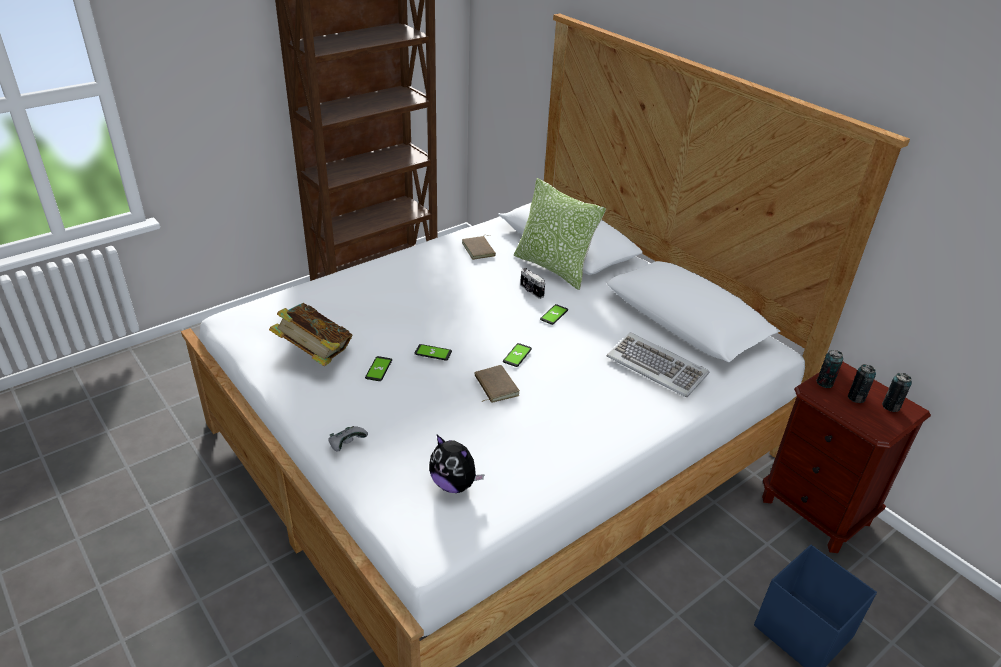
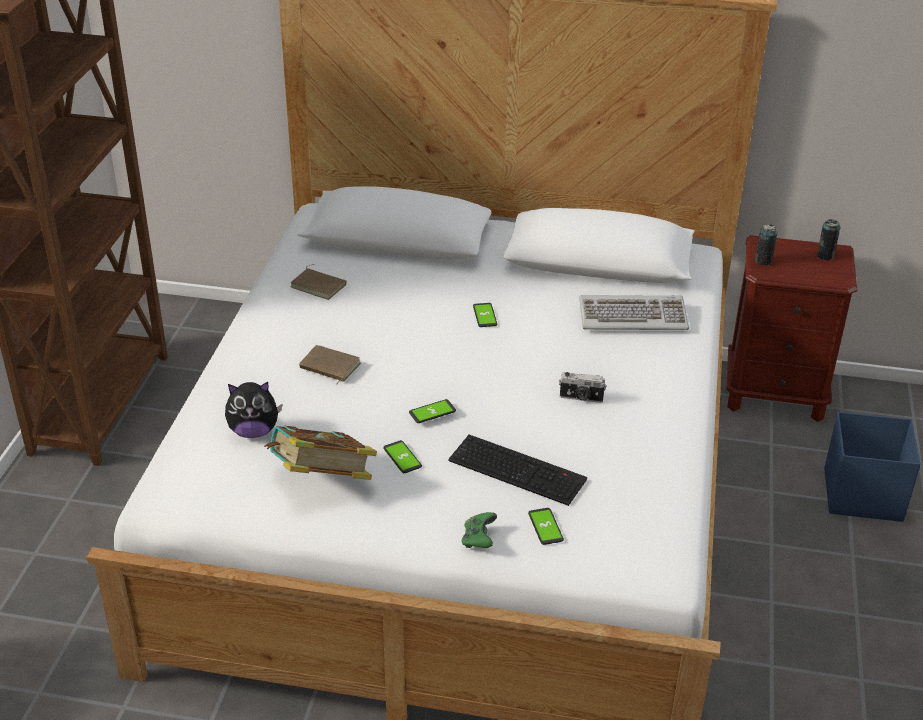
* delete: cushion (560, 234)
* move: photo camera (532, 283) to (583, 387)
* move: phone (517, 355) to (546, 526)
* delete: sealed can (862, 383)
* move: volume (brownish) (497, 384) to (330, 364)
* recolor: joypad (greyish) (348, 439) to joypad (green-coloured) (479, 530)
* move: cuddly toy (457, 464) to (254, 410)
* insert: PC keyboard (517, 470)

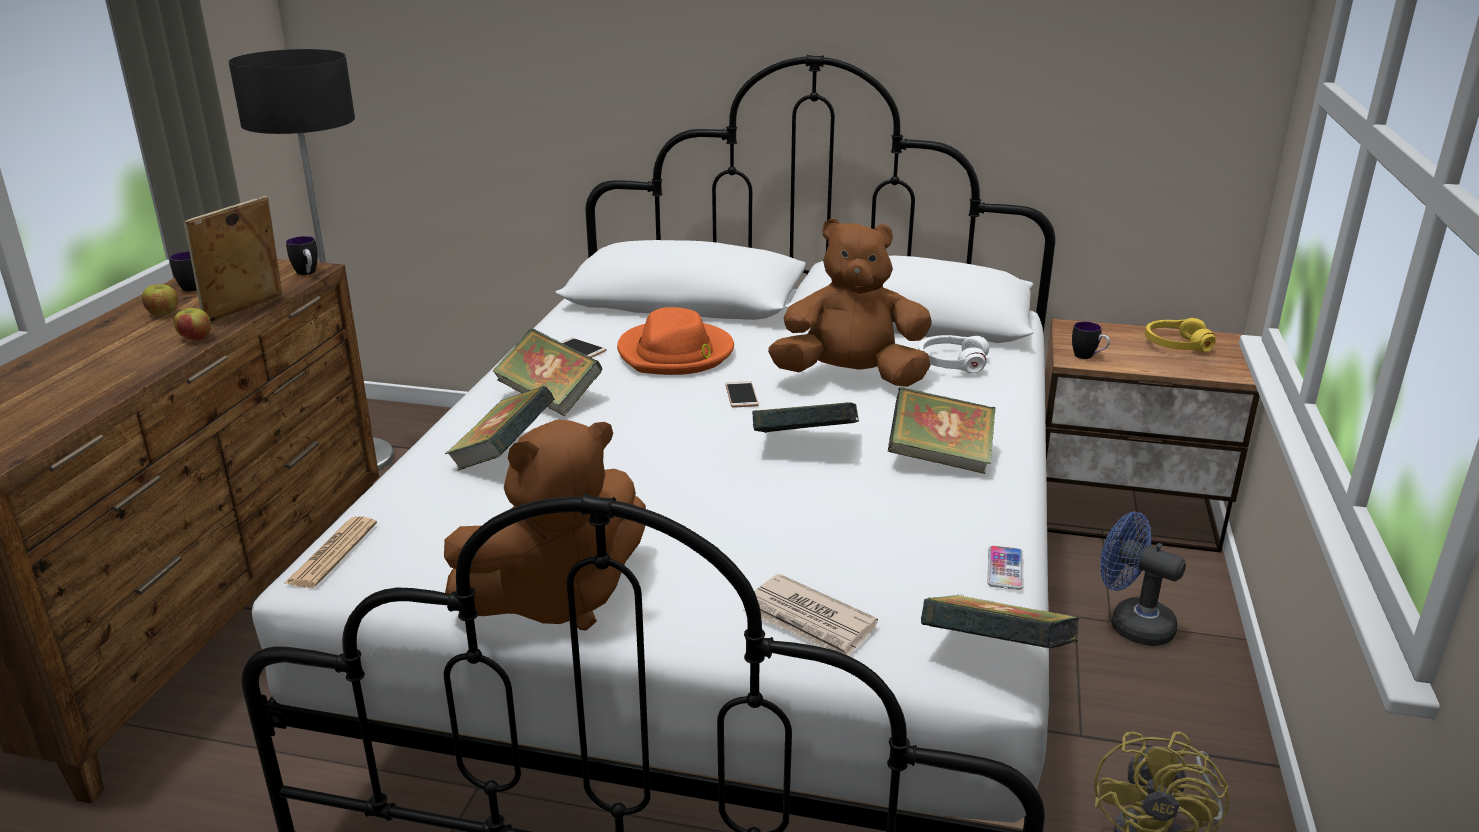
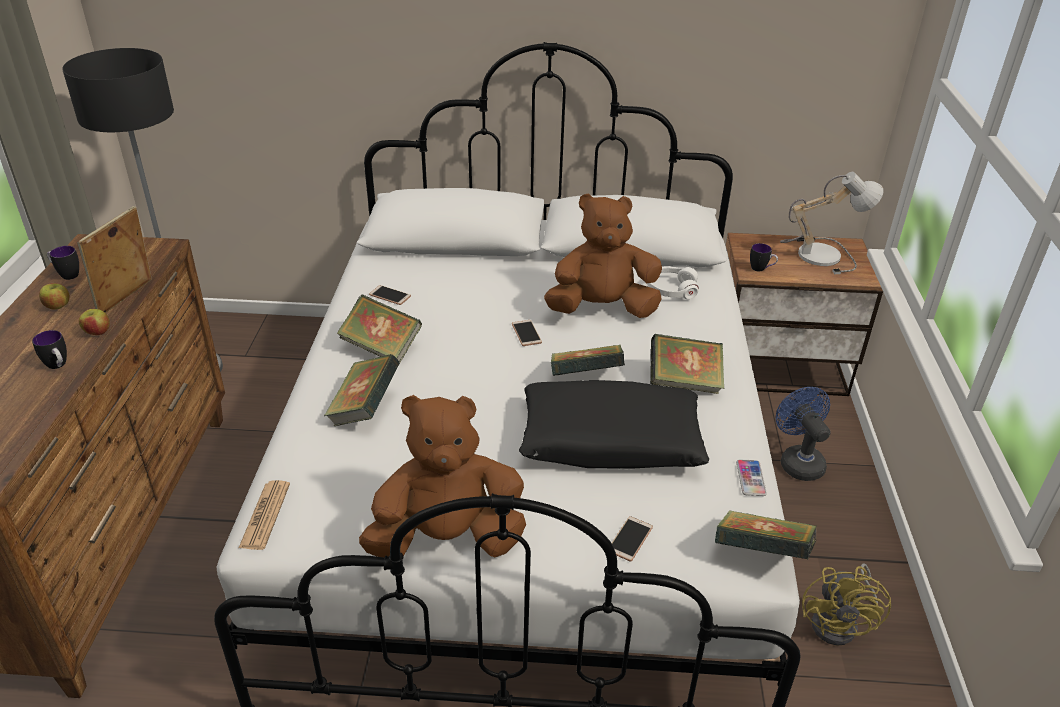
* move: mug (302, 255) to (49, 349)
* delete: hat (orange-coloured) (675, 341)
* replace: headset (yellow) (1180, 335) to lamp for a table (832, 223)
* rotate: cuddly toy (brownish) (545, 525) = (442, 476) 150 degrees counterclockwise
* rotate: fan (blue) (1143, 579) = (803, 434) 45 degrees clockwise
* replace: printed paper (810, 615) to phone (632, 539)
* insert: cushion (black-coloured) (614, 424)

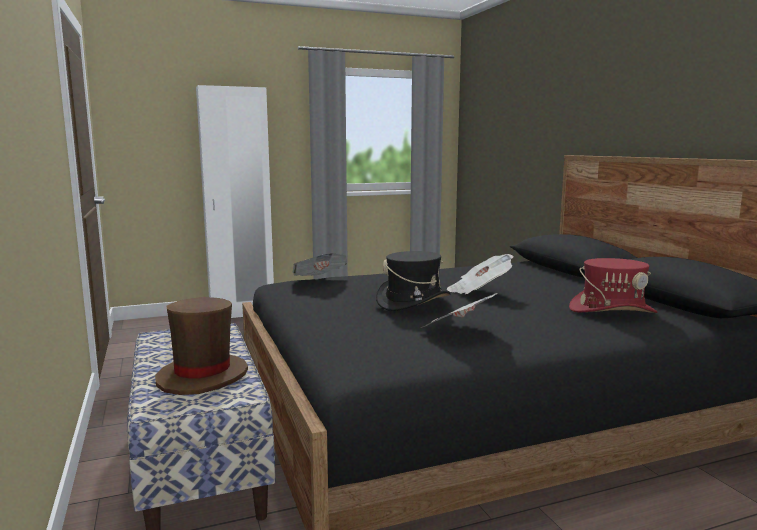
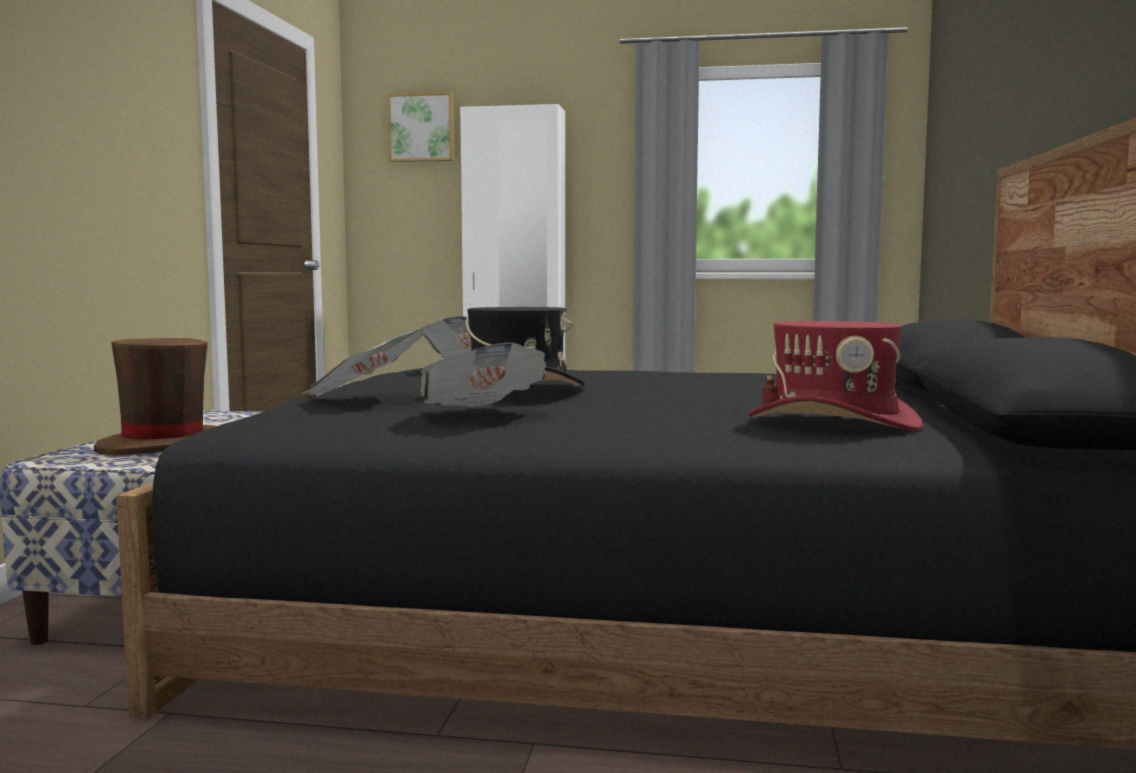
* move: printed paper (480, 274) to (362, 362)
* insert: wall picture (421, 127)

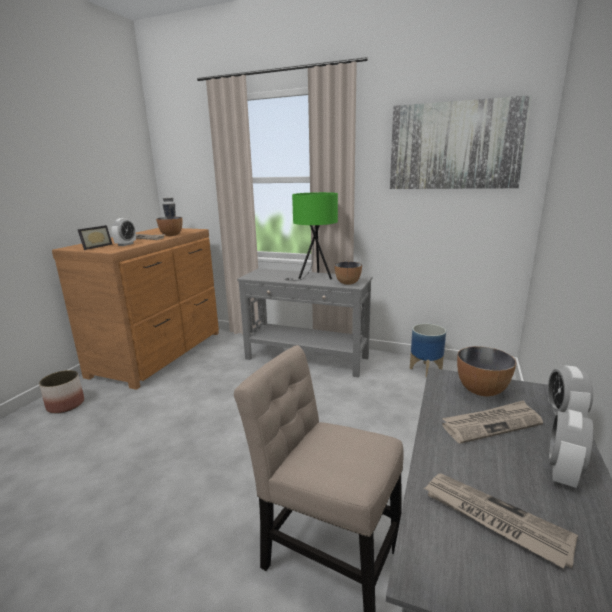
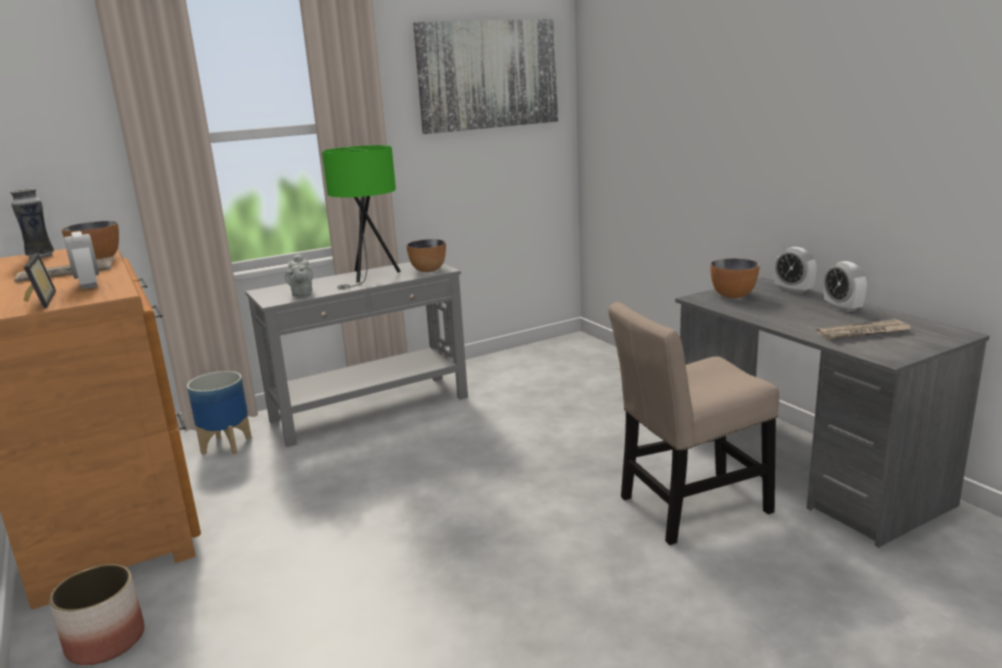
* move: planter (428, 350) to (219, 413)
* delete: printed paper (492, 422)
* insert: tea pot (greyish) (299, 275)

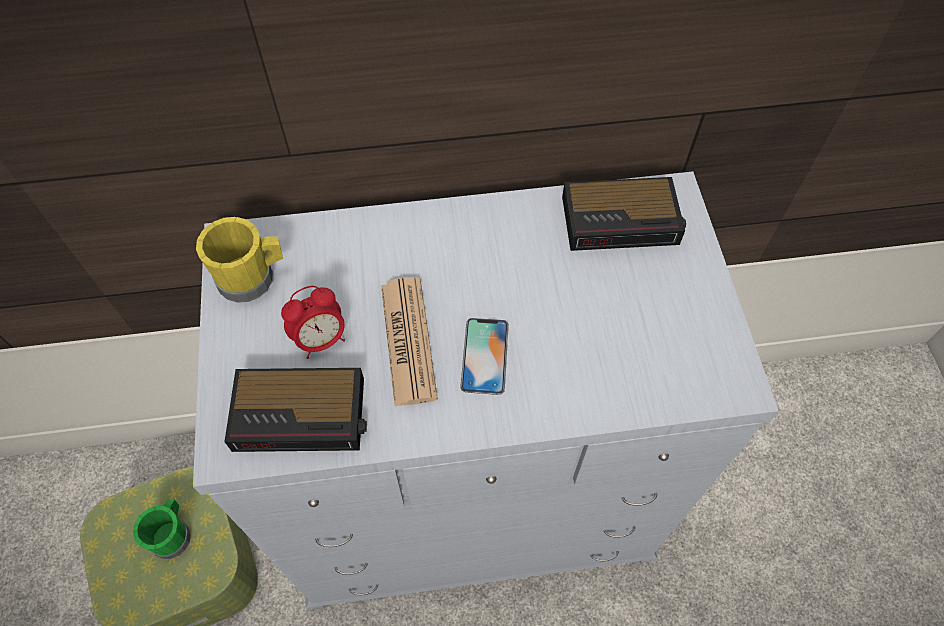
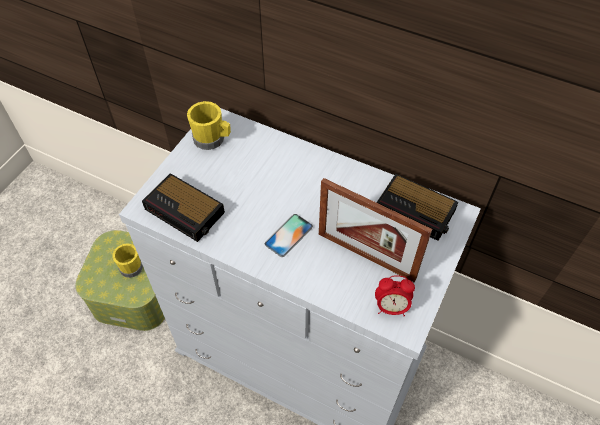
* delete: printed paper (409, 341)
* move: alarm clock (313, 322) to (395, 296)
* recolor: mug (green-coloured) (162, 528) to mug (yellow) (128, 260)
* insert: photo frame (375, 230)

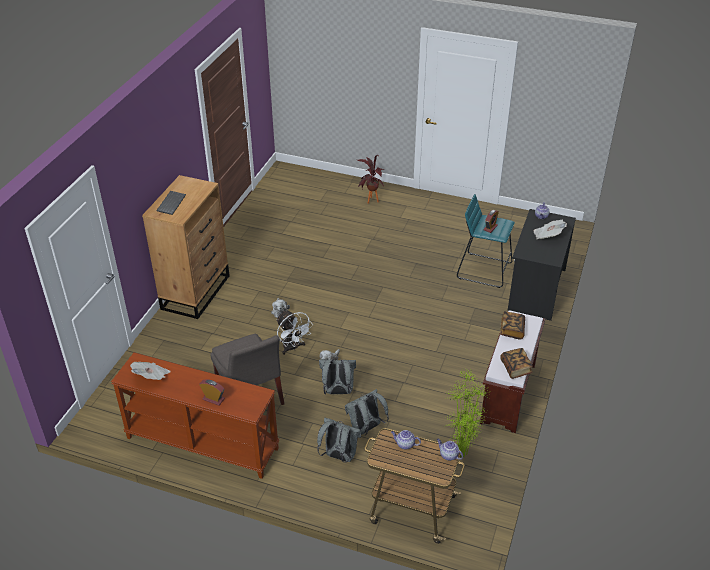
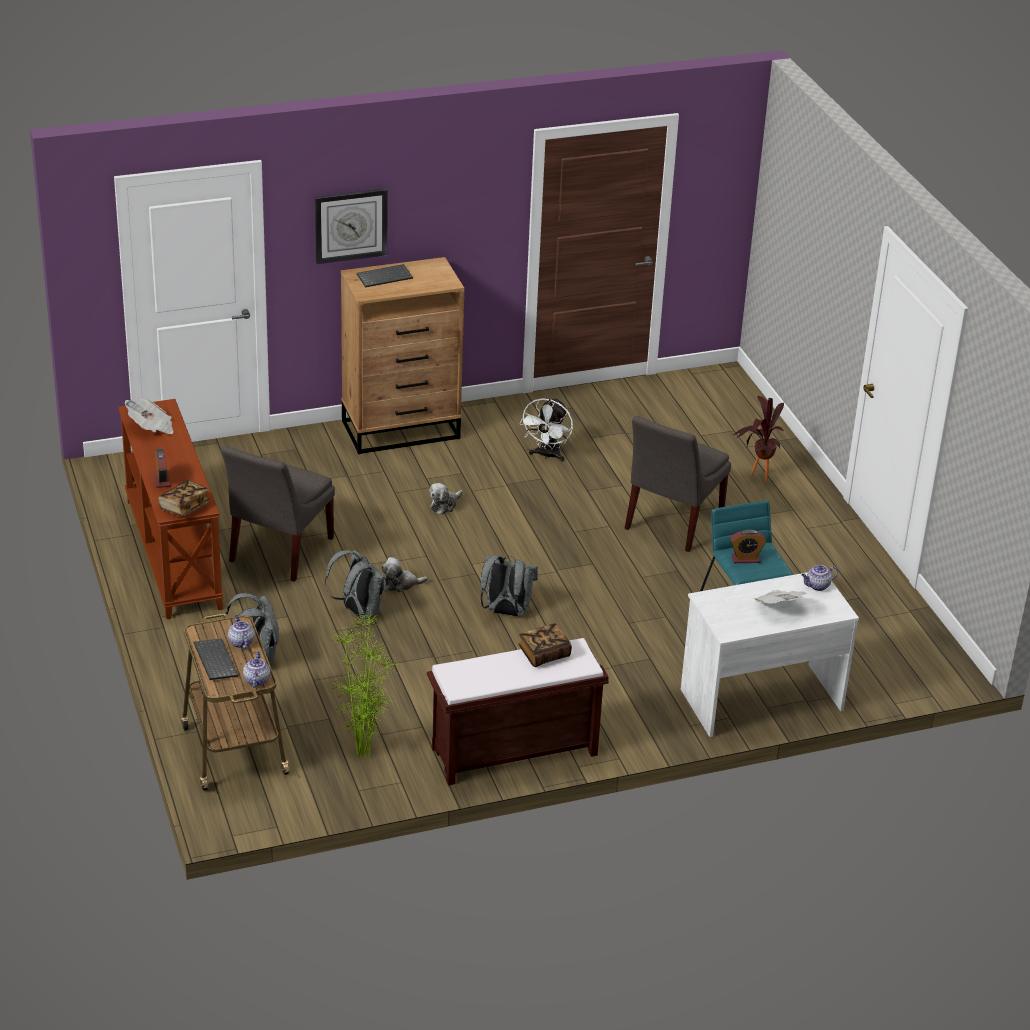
* recolor: desk unit (black-coloured) (542, 265) to desk unit (whitish) (770, 654)
* move: fan (whitish) (294, 333) to (546, 430)
* move: volume (516, 363) to (184, 498)
* move: knapsack (greyish) (367, 412) to (509, 586)
* insert: clock on the wall (351, 226)
* insert: upright chair (greyish) (677, 484)
* insert: PC keyboard (216, 659)

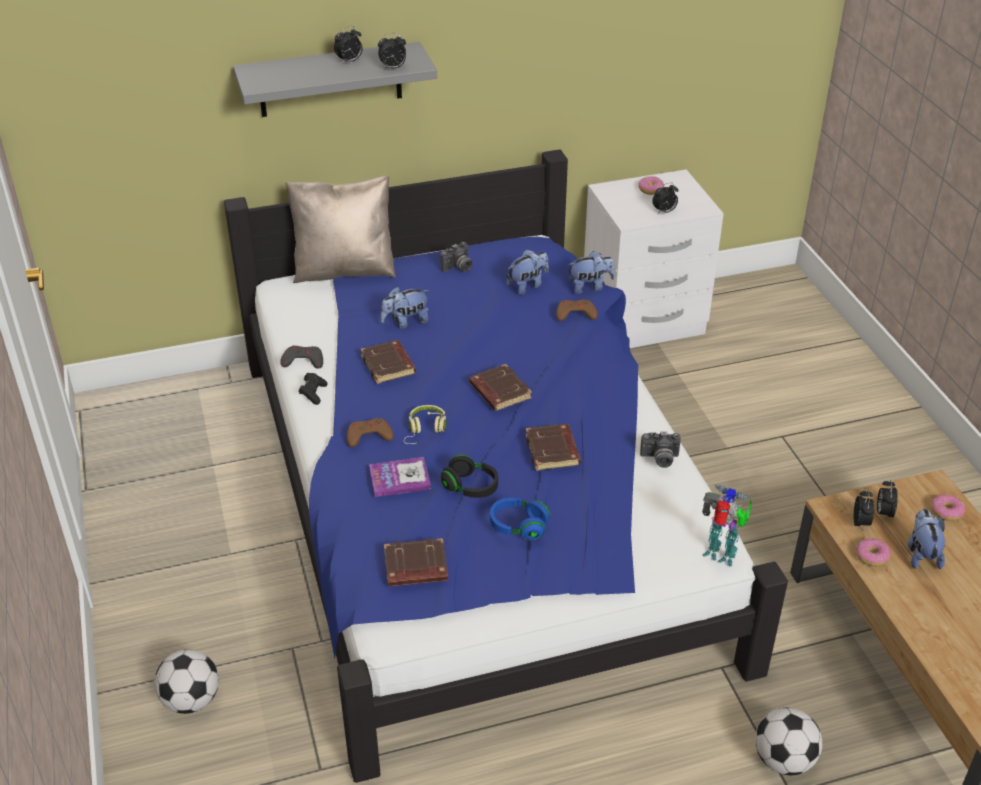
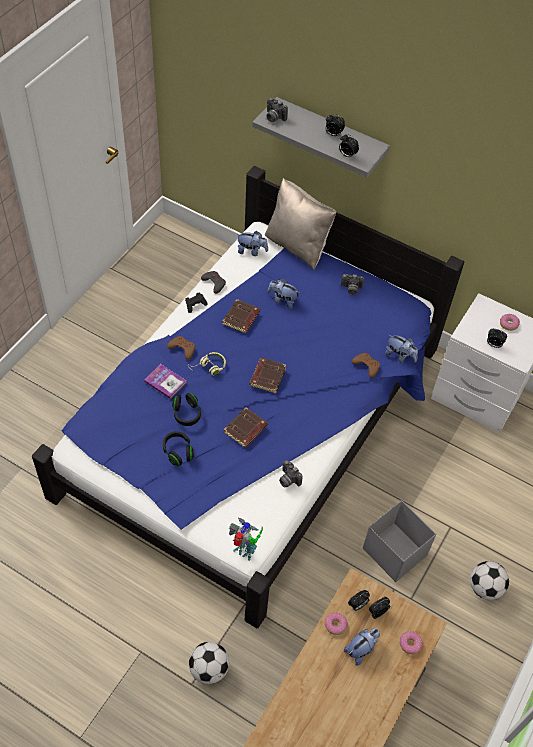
* move: cuddly toy (527, 272) to (252, 243)
* rotate: model robot (726, 525) = (246, 539) 45 degrees counterclockwise
* recolor: headset (blue) (520, 519) to headset (black-coloured) (178, 448)
* delete: volume (brownish) (416, 562)
* move: football ball (186, 681) to (489, 580)
* insert: photo camera (277, 110)
* insert: storage box (greyish) (399, 541)

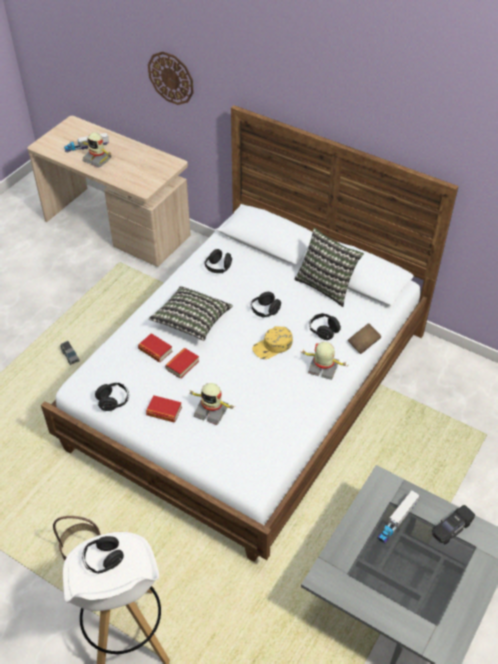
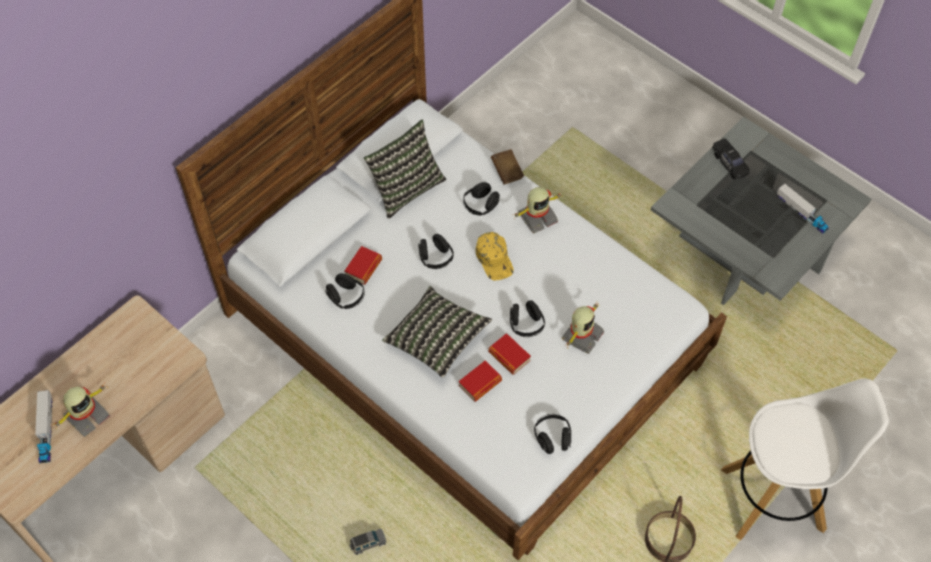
* delete: clock on the wall (171, 78)
* rotate: model robot (324, 361) = (538, 210) 150 degrees counterclockwise
* move: volume (164, 408) to (363, 265)
* move: model truck (398, 517) to (803, 209)
* move: headset (black-coloured) (103, 555) to (527, 318)

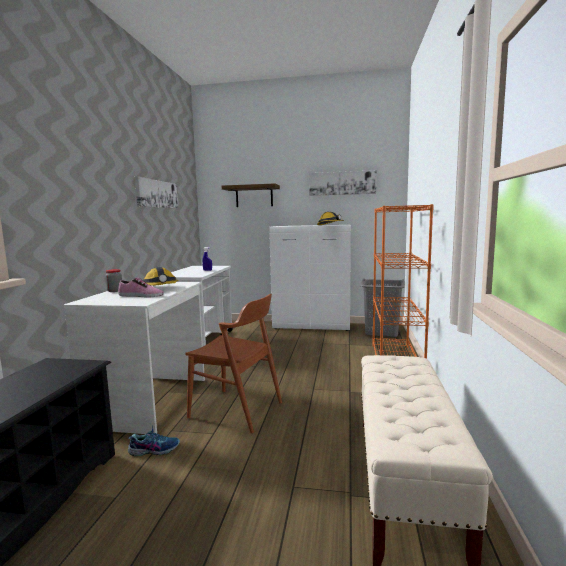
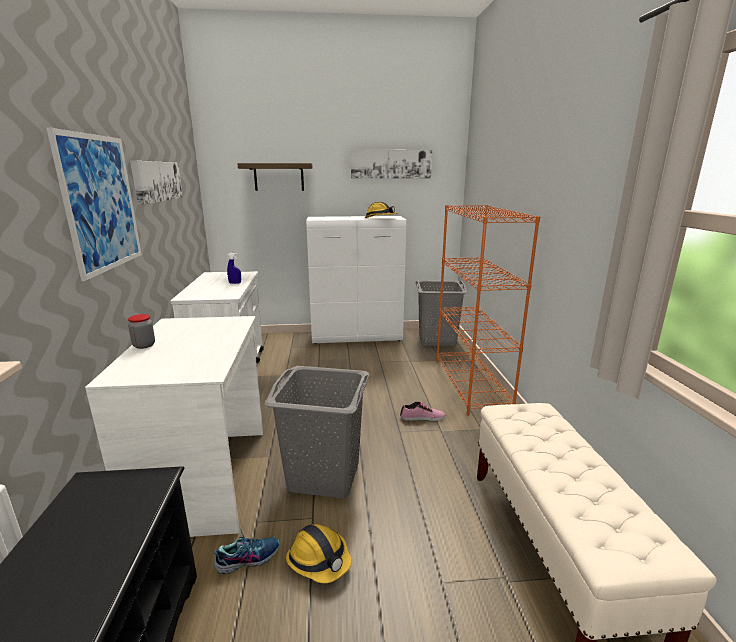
* move: safety helmet (160, 276) to (319, 553)
* move: item of footwear (141, 287) to (423, 411)
* replace: upright chair (brownish) (233, 363) to laundry basket (greyish) (317, 432)
* insert: wall picture (94, 204)

